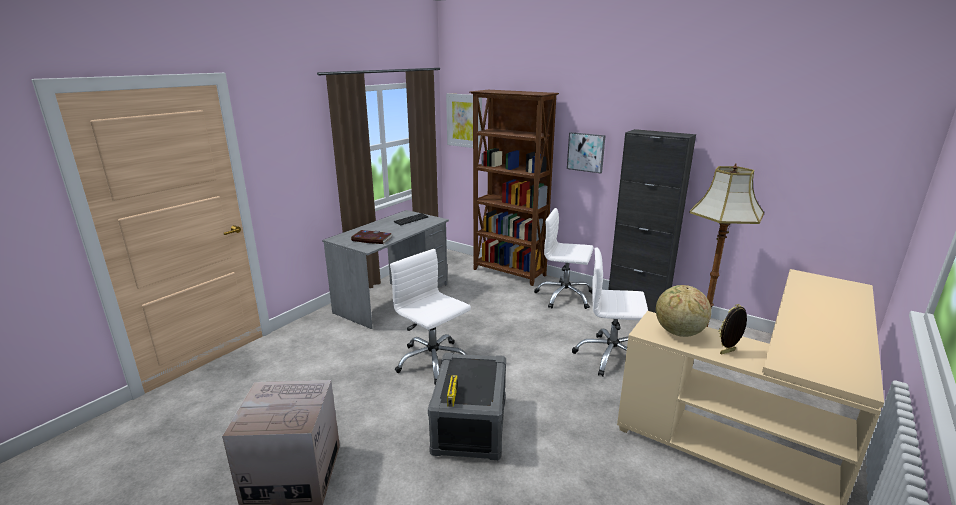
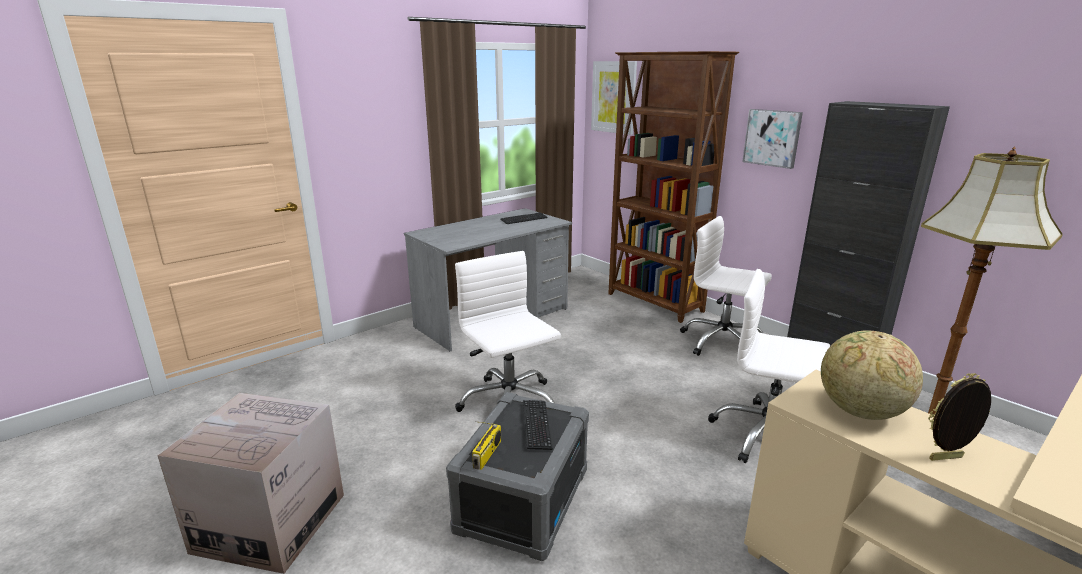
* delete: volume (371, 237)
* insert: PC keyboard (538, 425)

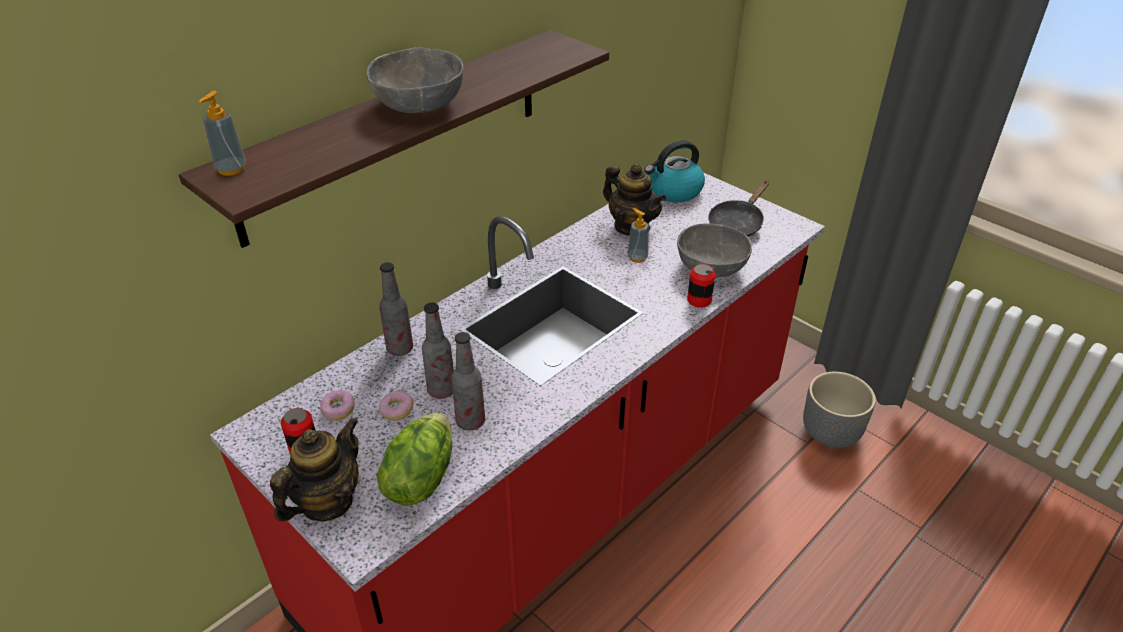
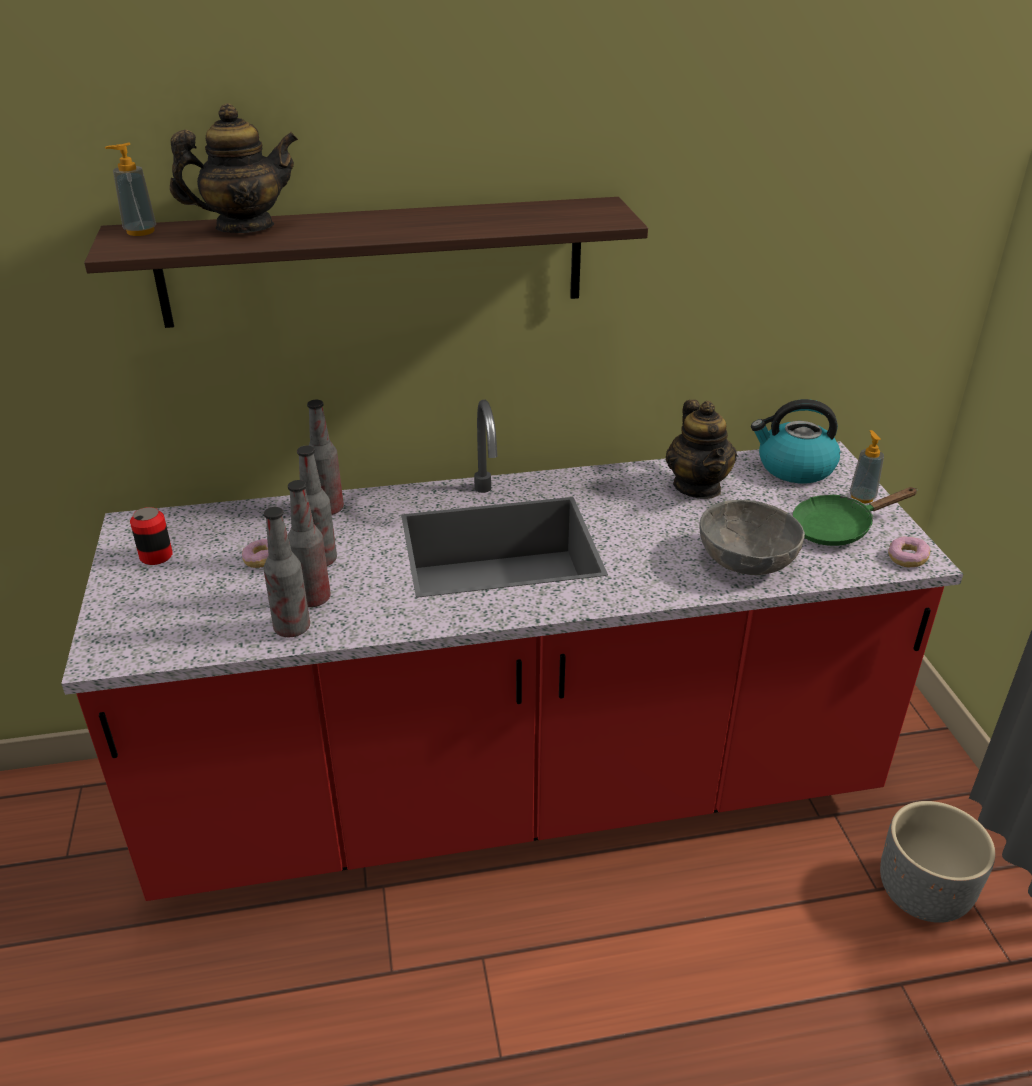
* delete: deep dish (greyish) (415, 80)
* recolor: skillet (black-coloured) (738, 208) to skillet (green-coloured) (855, 516)
* move: soap bottle (638, 235) to (866, 466)
* delete: sealed can (701, 286)
* move: donut (337, 405) to (909, 552)
* delete: lettuce (414, 459)
* move: tea pot (314, 470) to (234, 168)
* insert: drink bottle (286, 572)

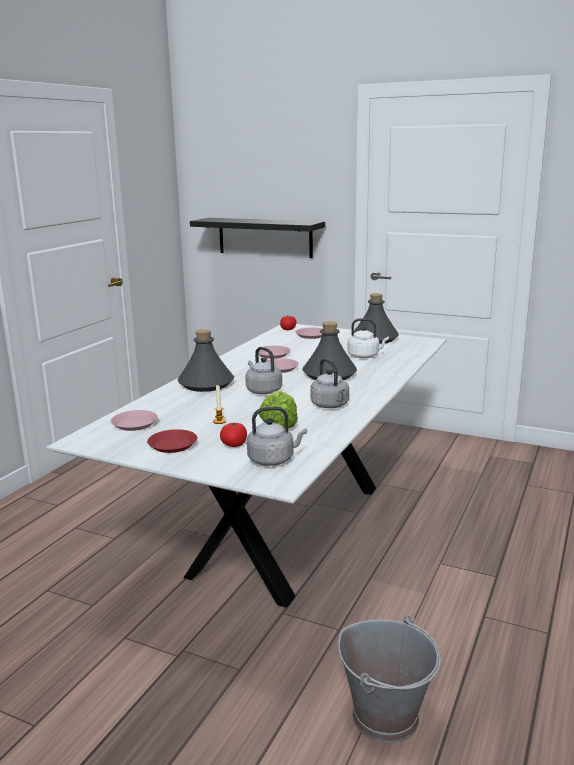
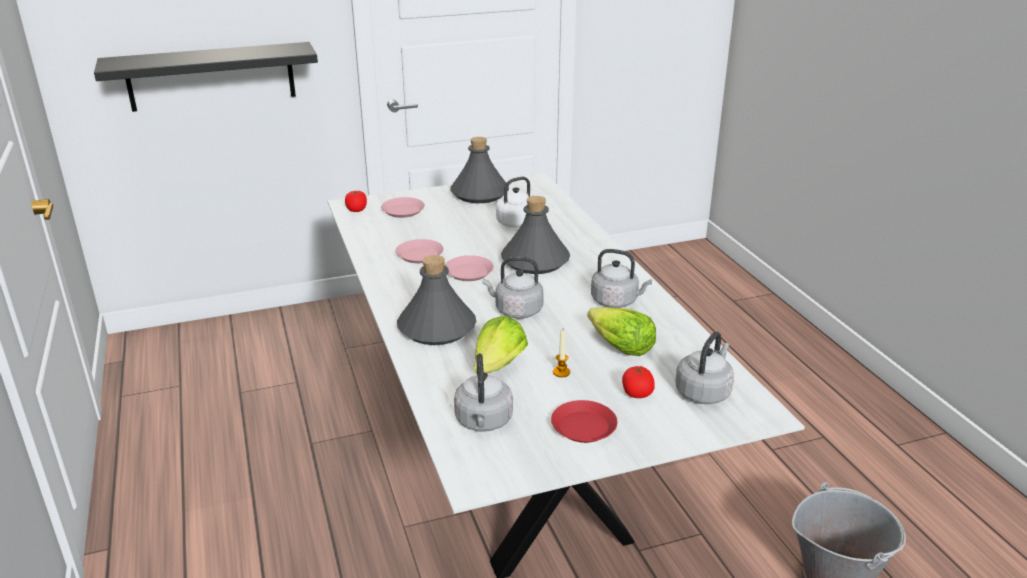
* replace: dinner plate (pink) (134, 420) to water kettle (greyish) (483, 392)
* insert: lettuce (501, 345)

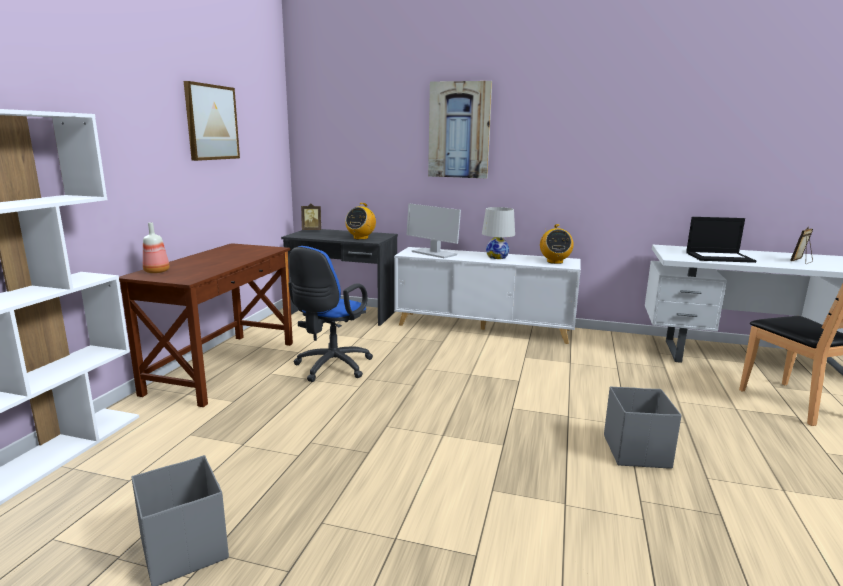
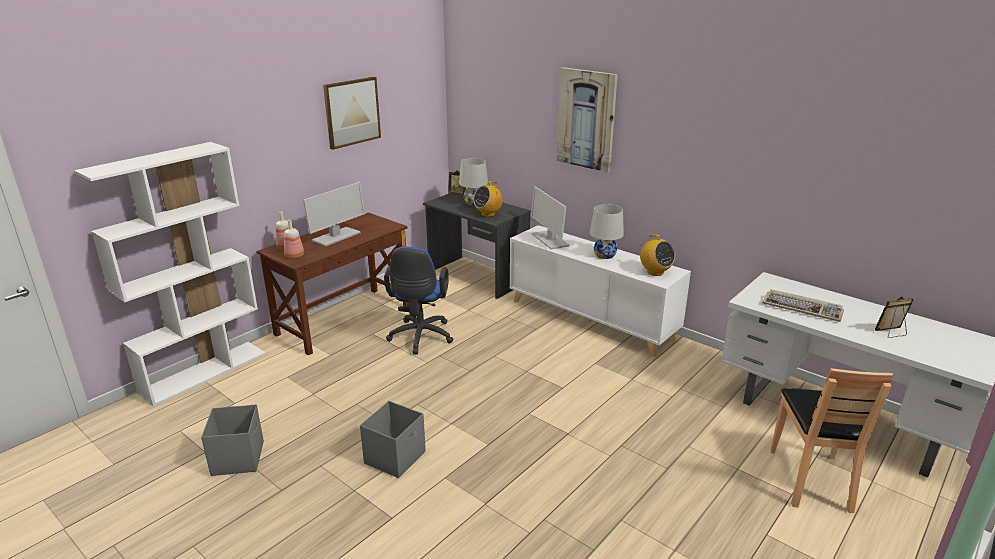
* replace: notebook computer (721, 240) to PC keyboard (803, 305)
* rotate: radio set (557, 244) = (657, 255) 60 degrees counterclockwise
* rotate: office chair (blue) (330, 314) = (418, 300) 45 degrees counterclockwise
* move: storage box (greyish) (643, 427) to (393, 439)
* insert: lamp for a table (whitish) (473, 182)
* insert: computer screen (334, 214)
* insert: drink bottle (294, 239)

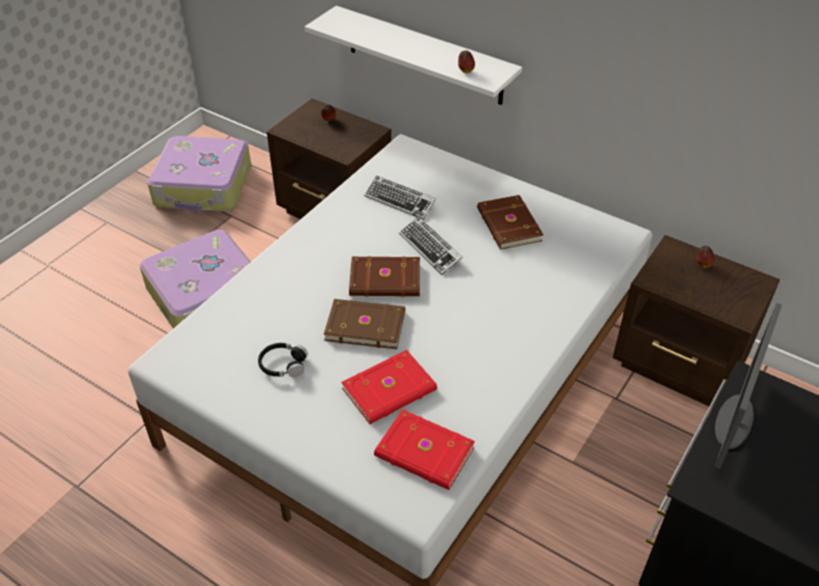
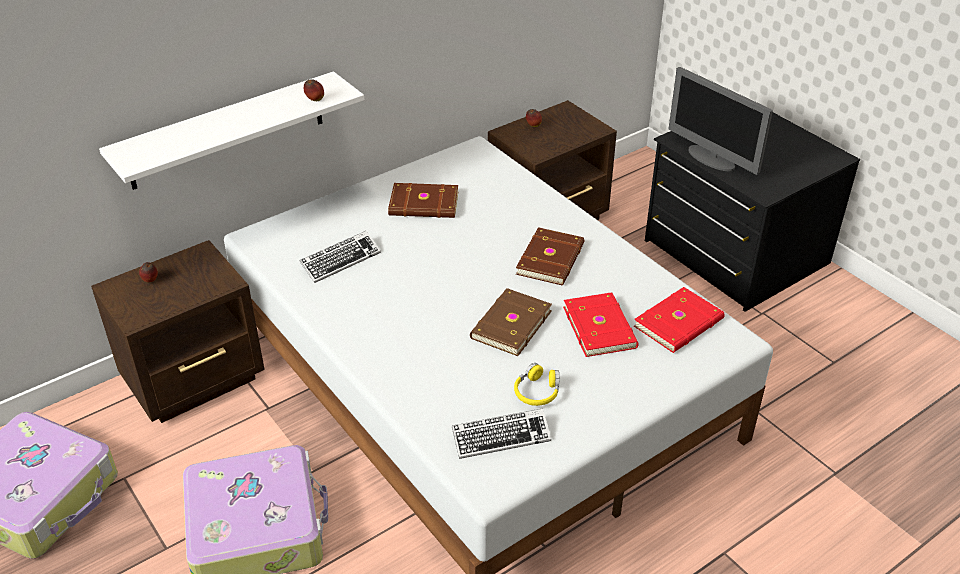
* move: PC keyboard (431, 245) to (501, 433)
* move: volume (brownish) (384, 276) to (550, 256)
* recolor: headset (black-coloured) (283, 360) to headset (yellow) (536, 384)

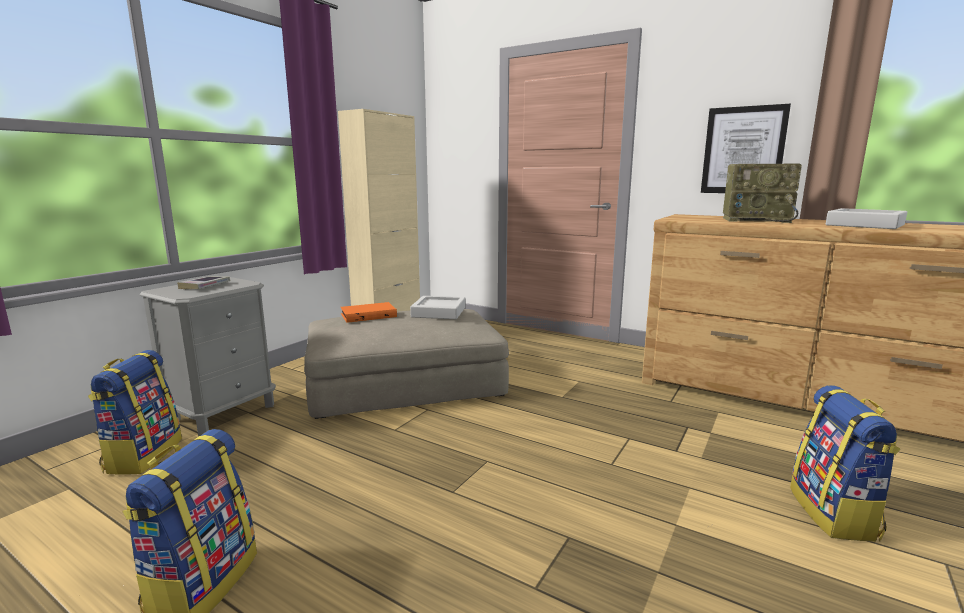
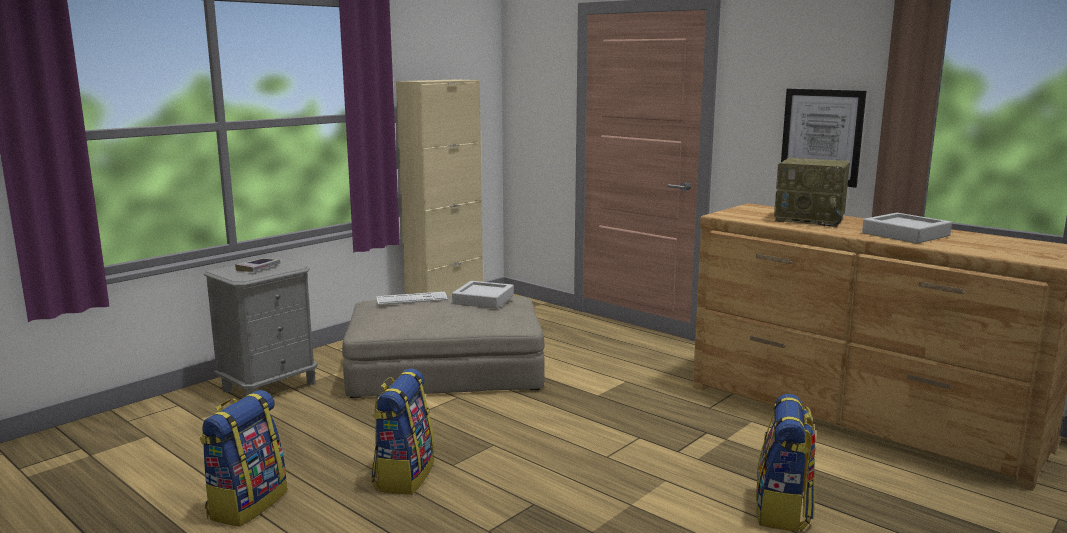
* replace: volume (orange-coloured) (368, 312) to PC keyboard (412, 298)
* move: knapsack (135, 412) to (402, 432)

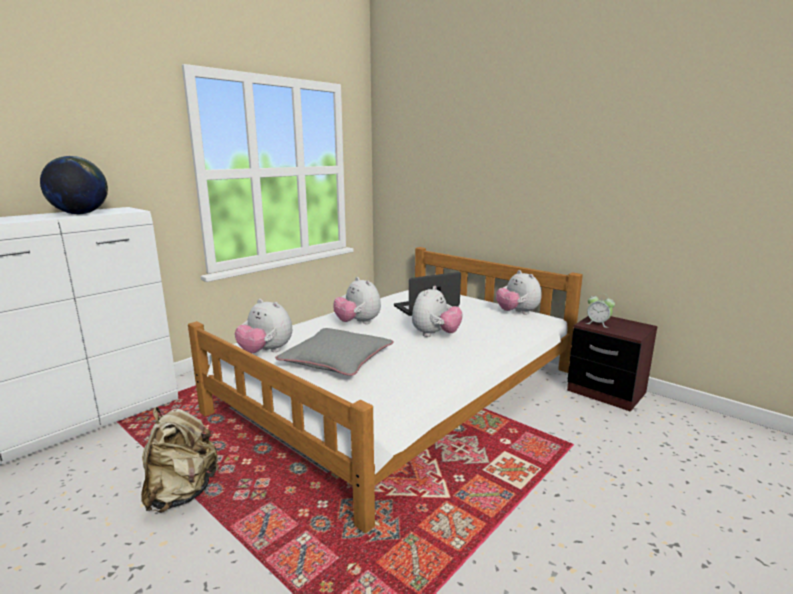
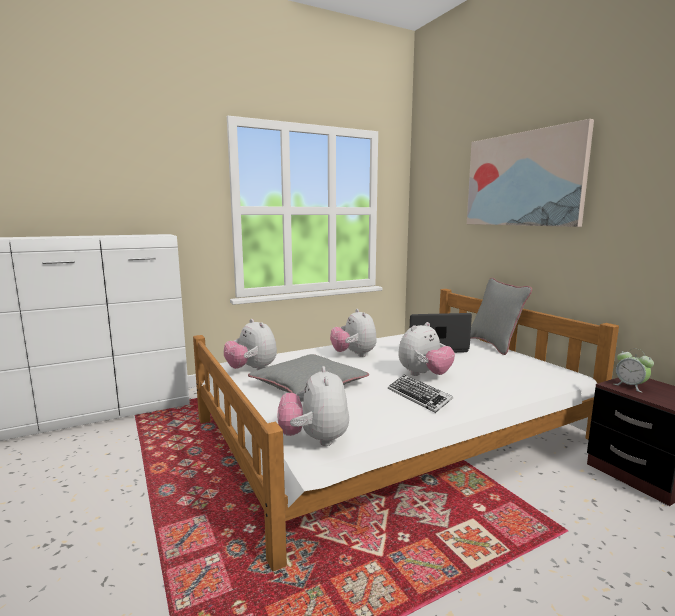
* delete: desk globe (74, 185)
* move: cuddly toy (518, 292) to (313, 406)
* delete: knapsack (sand-coloured) (180, 460)
* insert: wall picture (530, 173)
* insert: cushion (greyish) (501, 316)
* insert: PC keyboard (420, 394)

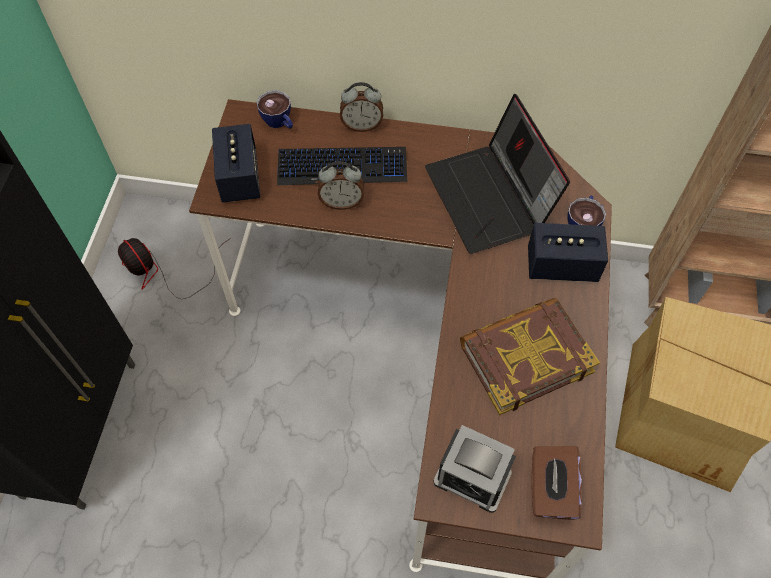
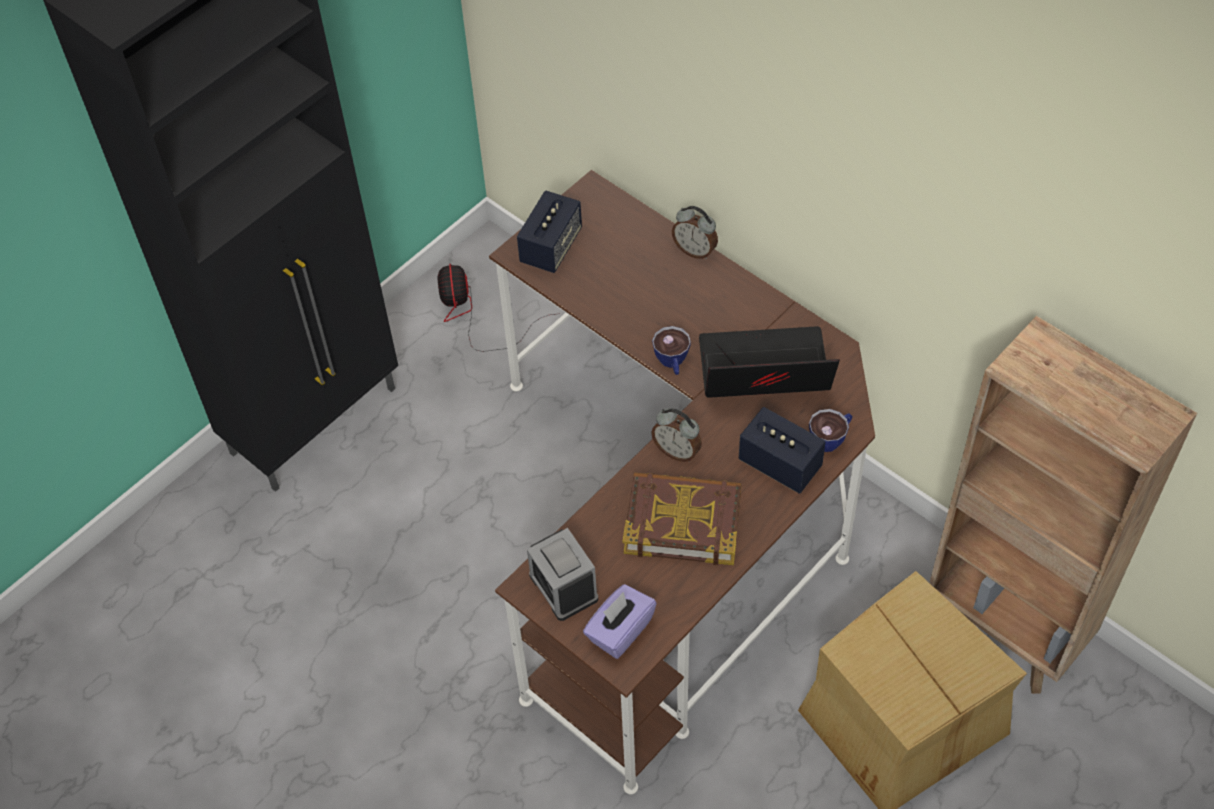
* move: cup (275, 109) to (671, 350)
* rotate: notebook computer (497, 174) = (769, 362) 75 degrees clockwise
* delete: PC keyboard (342, 166)
* move: alarm clock (341, 185) to (676, 435)
* recolor: tissue box (brownish) (557, 483) to tissue box (purple-coloured) (620, 621)

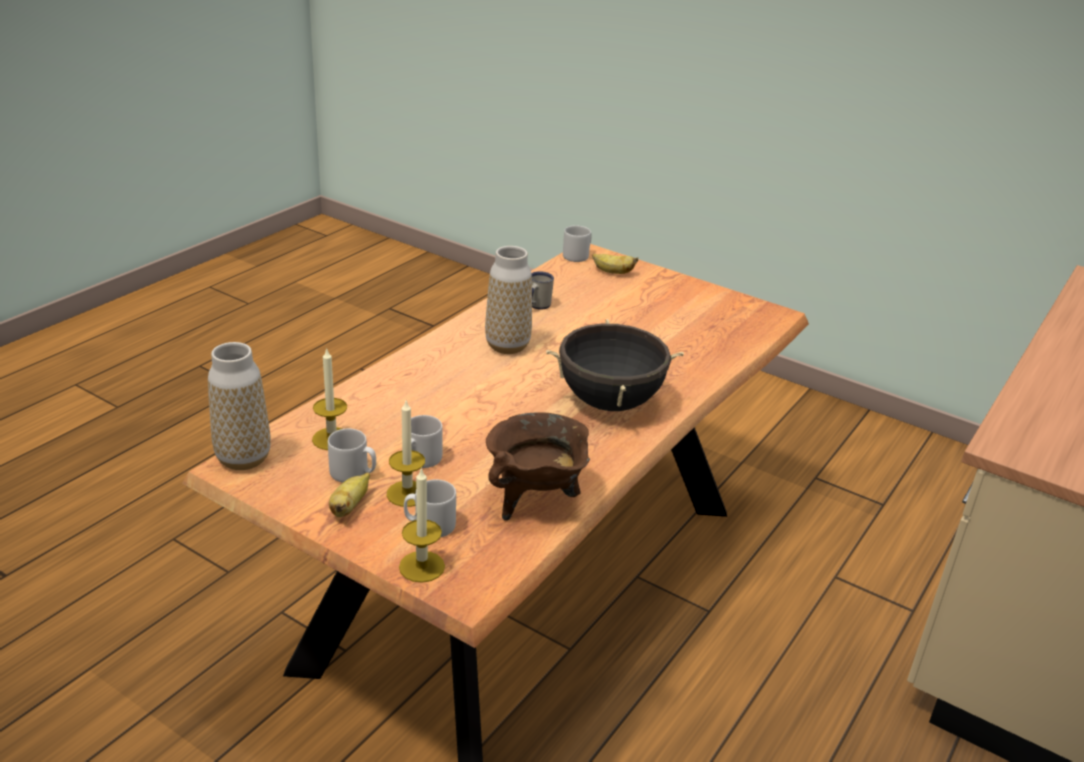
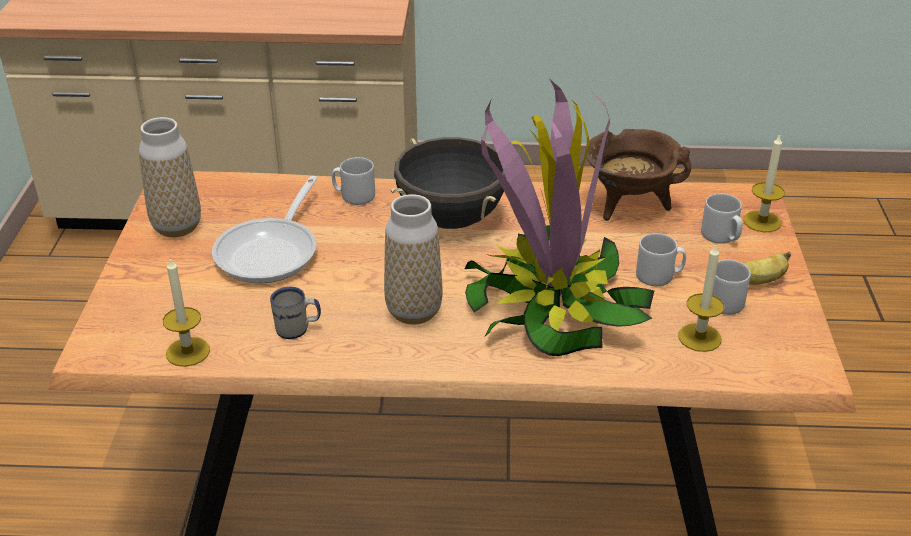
* move: mug (greyish) (577, 244) to (353, 181)
* delete: whole banana (615, 263)
* move: flower vase (239, 406) to (170, 177)
* move: wax candle (406, 454) to (186, 312)
* insert: plant in a pot (559, 217)
* insert: skillet (265, 229)

